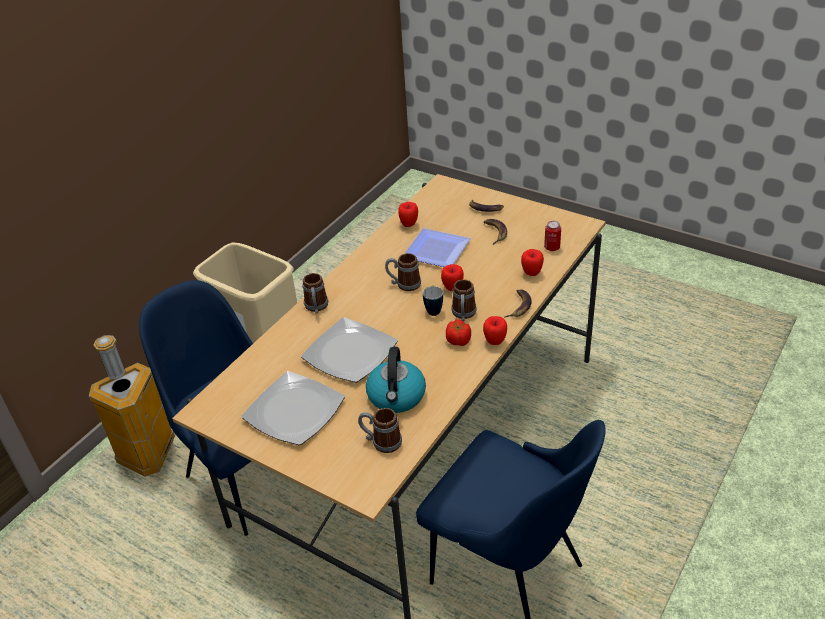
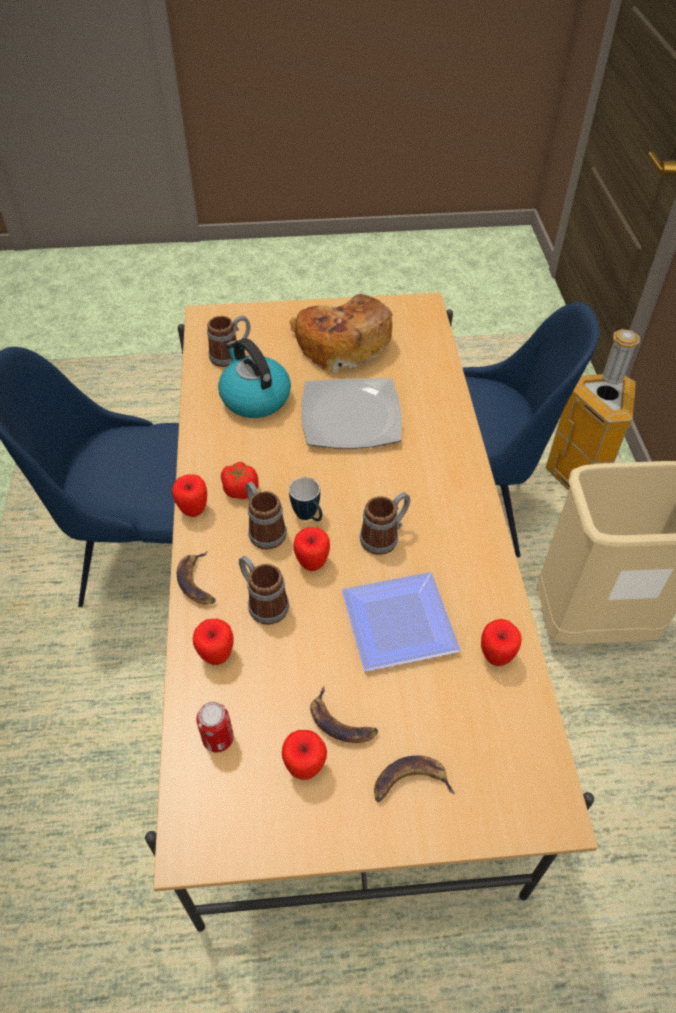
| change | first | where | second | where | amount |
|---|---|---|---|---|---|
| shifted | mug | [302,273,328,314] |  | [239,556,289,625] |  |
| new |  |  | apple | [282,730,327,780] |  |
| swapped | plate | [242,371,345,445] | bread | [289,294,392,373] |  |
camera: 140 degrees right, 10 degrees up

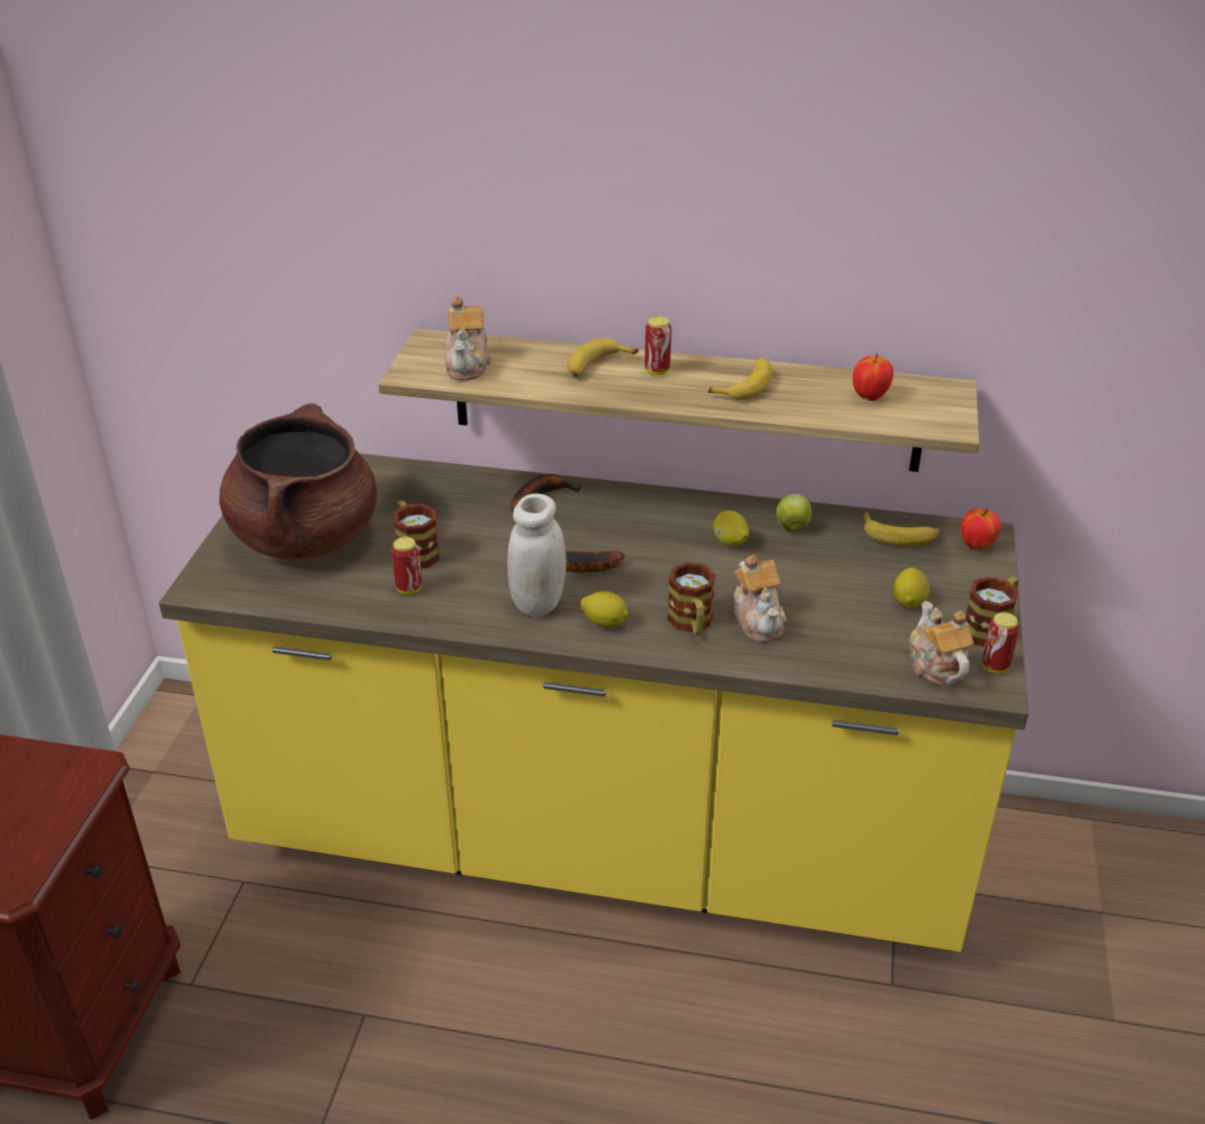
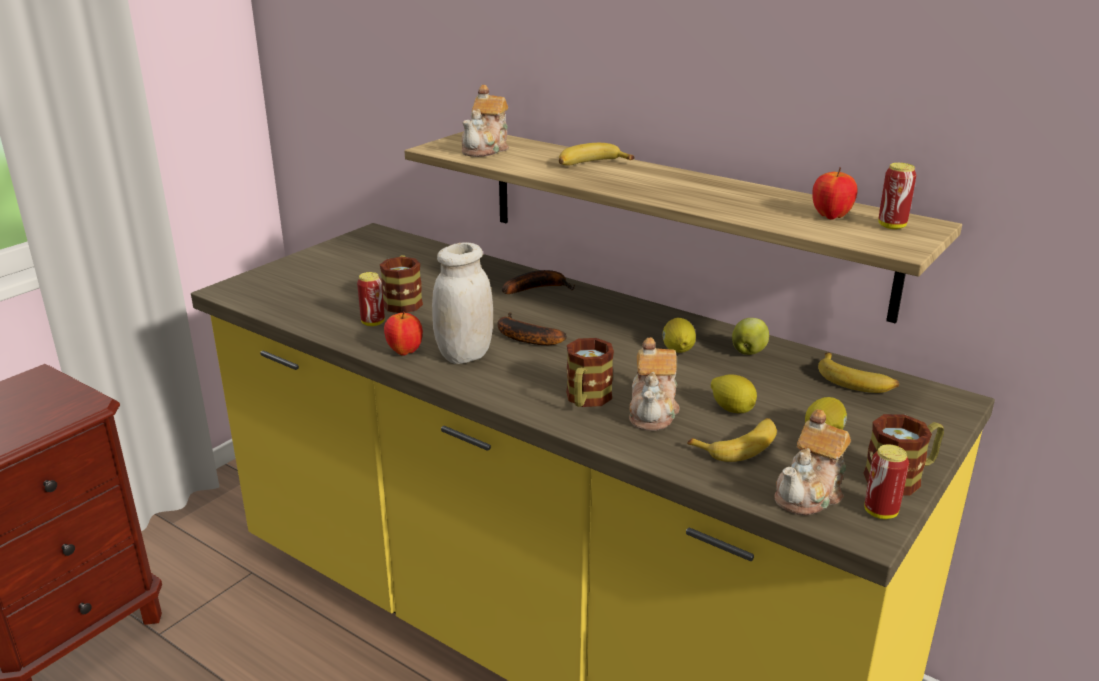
| change | first | where | second | where | amount |
|---|---|---|---|---|---|
| shifted | apple | [961,508,1001,551] |  | [384,312,423,356] |  |
| shifted | banana | [708,357,772,400] |  | [687,418,777,462] |  |
| shifted | lemon | [581,591,628,628] |  | [711,374,757,413] |  |
| rotated | teapot | [909,601,974,685] |  | [775,409,851,516] | 150 degrees counterclockwise |
| shifted | can | [645,316,672,375] |  | [878,163,916,229] |  |
| gone | brown cooking pot | [219,403,377,560] |  |  |  |
camera: 25 degrees right, 10 degrees down

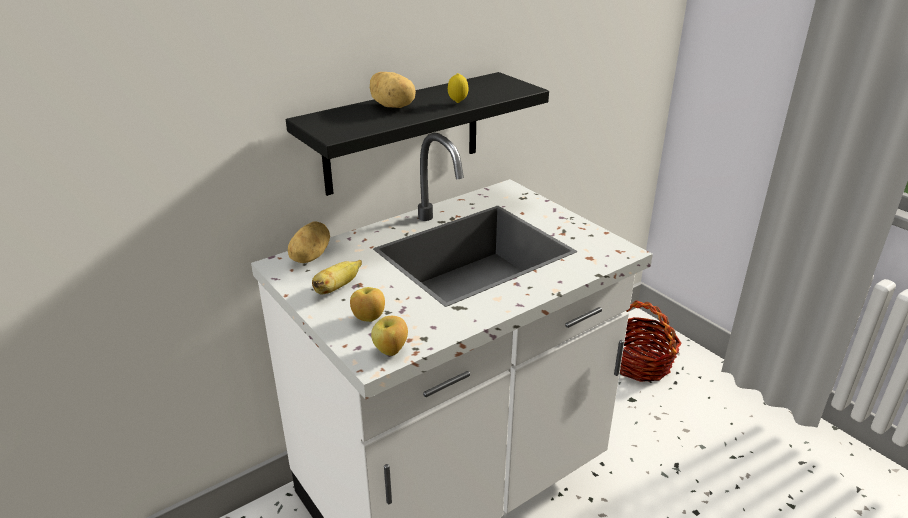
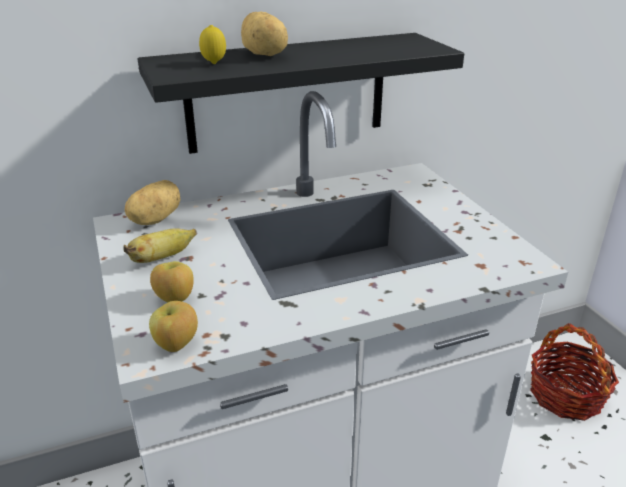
| change | first | where | second | where | amount |
|---|---|---|---|---|---|
| shifted | lemon | [448,73,468,103] |  | [199,25,226,64] |  |
camera: 15 degrees right, 0 degrees up

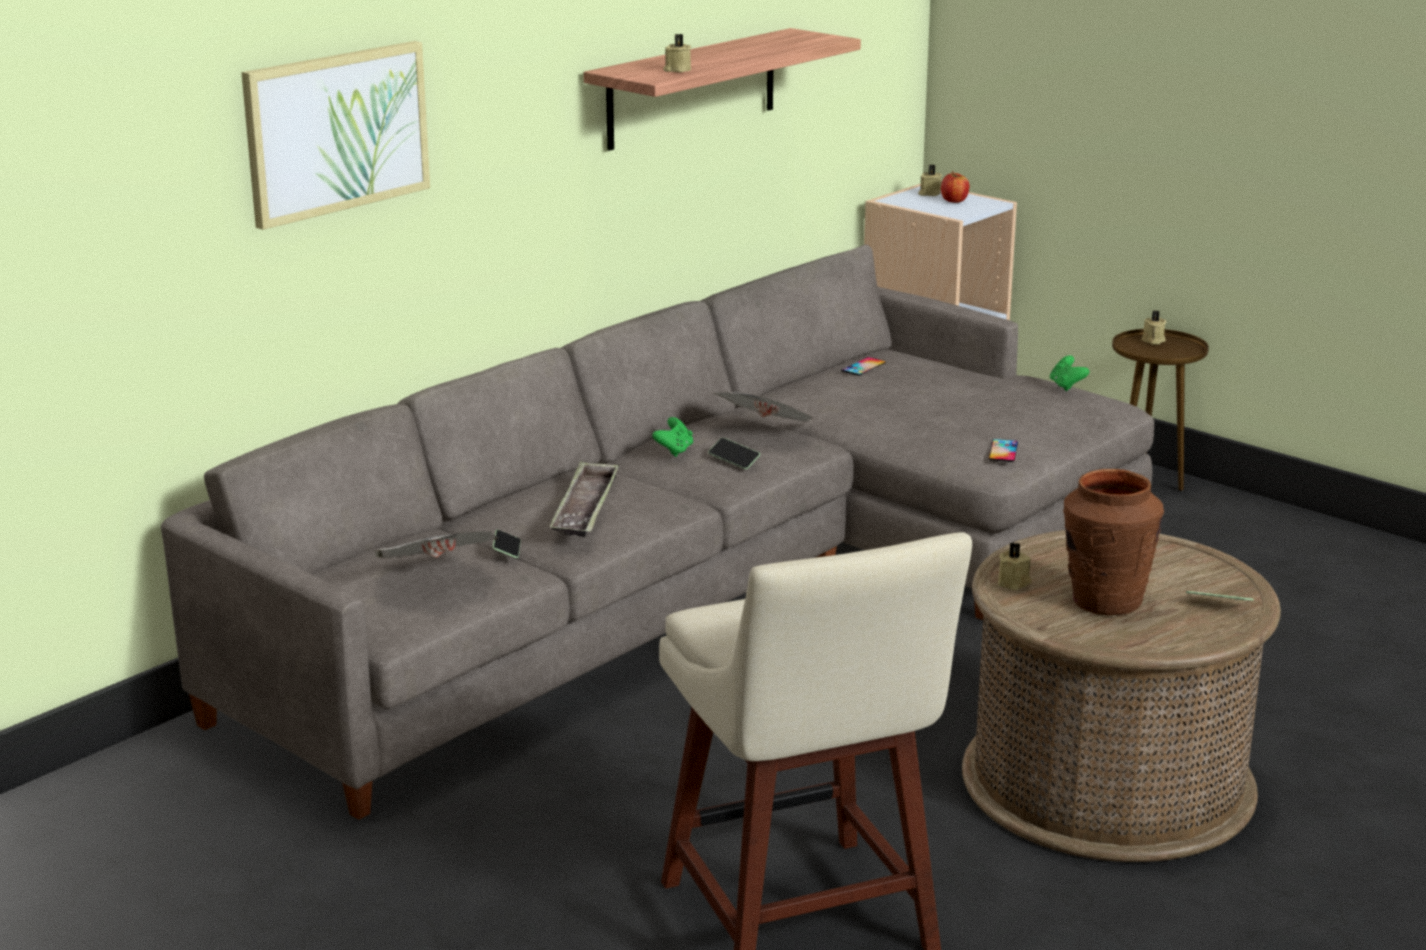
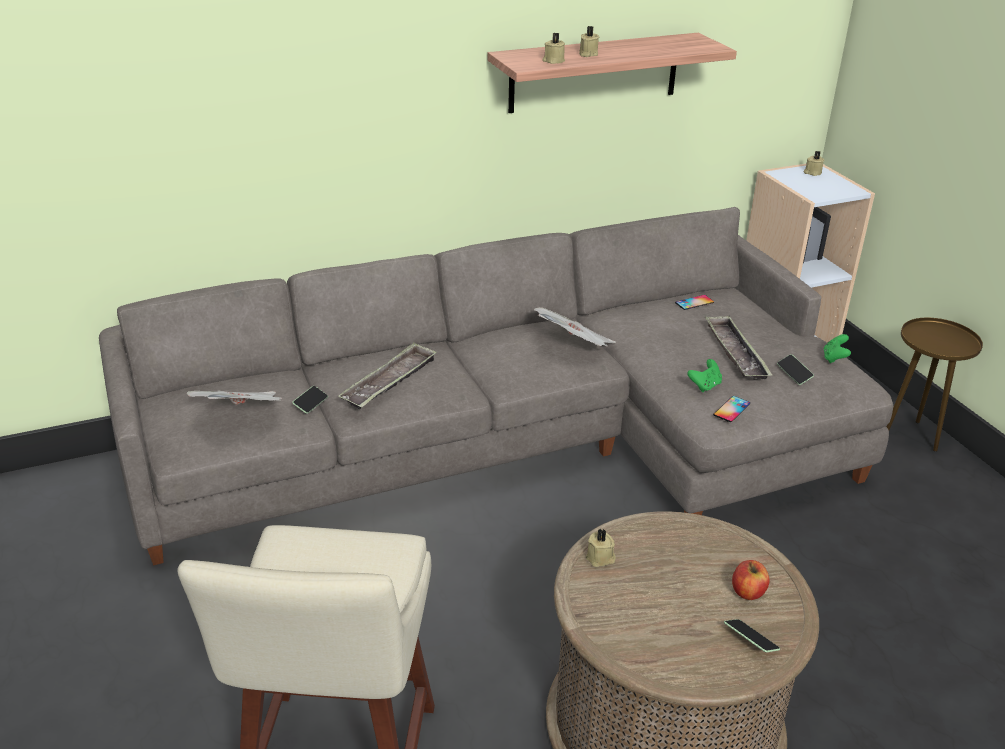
| change | first | where | second | where | amount |
|---|---|---|---|---|---|
| shifted | beige candle | [1141,310,1167,345] |  | [579,26,599,57] |  |
| shifted | green game controller | [652,417,693,457] |  | [687,359,722,392] |  |
| new |  |  | tray | [705,316,773,379] |  |
| shifted | apple | [941,171,969,203] |  | [732,560,770,600] |  |
| shifted | phone | [708,438,760,469] |  | [777,354,814,385] |  |
| gone | picture | [241,41,430,230] |  |  |  |
| gone | brown vase | [1063,469,1164,616] |  |  |  |
camera: 25 degrees right, 10 degrees up

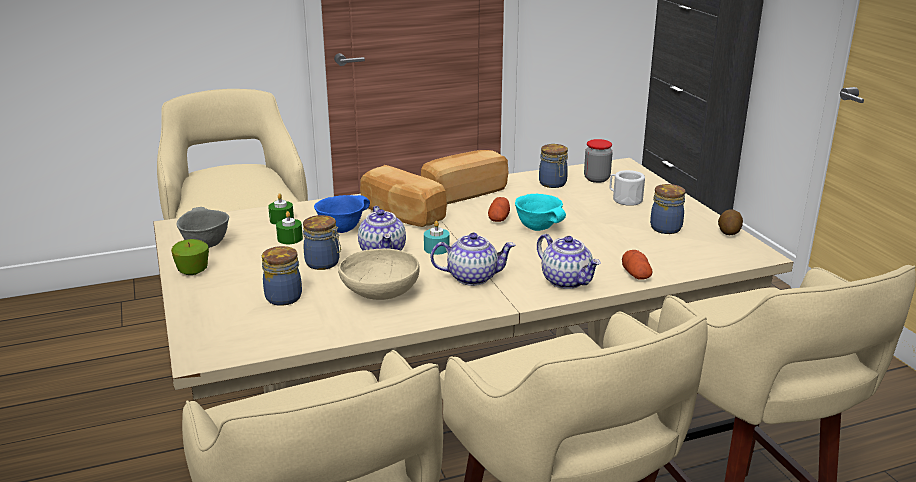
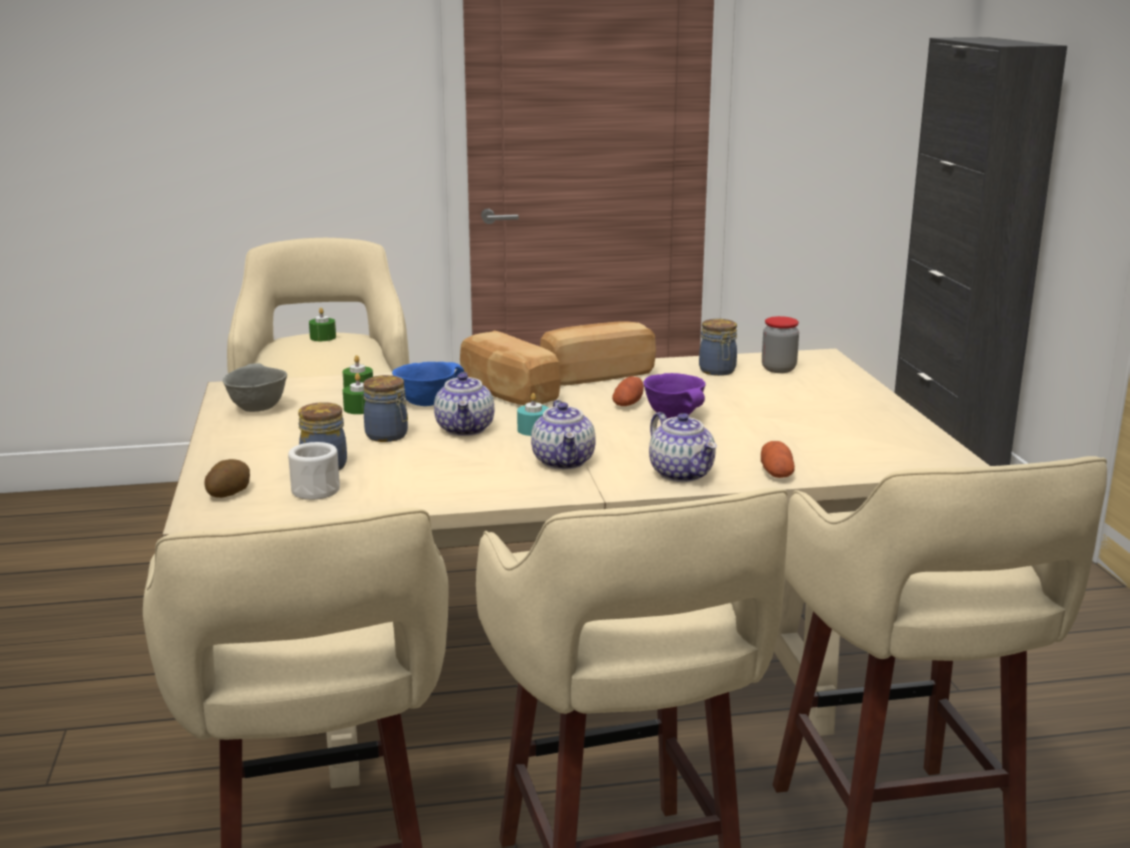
| change | first | where | second | where | amount |
|---|---|---|---|---|---|
| shifted | potato | [718,209,743,235] |  | [204,459,250,498] |  |
| shifted | white mug | [609,170,645,206] |  | [288,442,340,500] |  |
| new |  |  | green candle | [309,308,336,341] |  |
| rotated | teapot | [430,233,515,286] |  | [531,400,596,470] | 75 degrees clockwise |
| repainted | turquoise bowl | [515,194,566,231] | purple bowl | [643,373,706,419] |  |
| gone | apple | [171,239,209,275] |  |  |  |
| gone | beige bowl | [338,249,420,300] |  |  |  |
| gone | jar | [650,184,686,234] |  |  |  |
camera: 10 degrees right, 5 degrees down

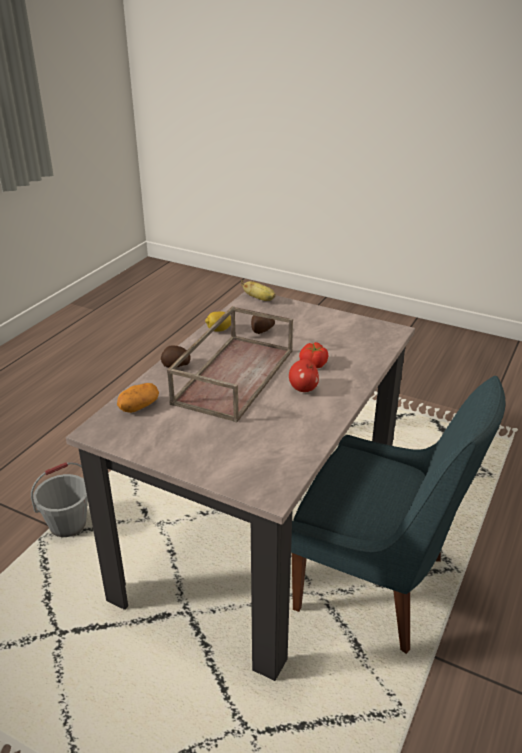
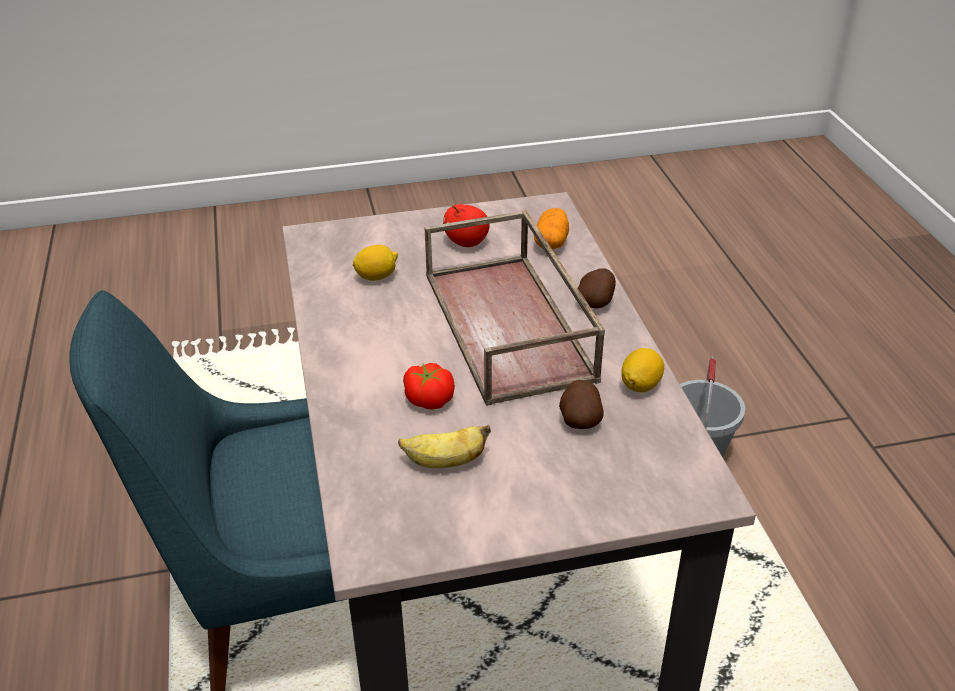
| change | first | where | second | where | amount |
|---|---|---|---|---|---|
| new |  |  | lemon | [353,245,398,281] |  |
| shifted | banana | [241,280,276,301] |  | [398,425,491,468] |  |
| shifted | apple | [289,359,319,392] |  | [443,204,490,247] |  |
camera: 140 degrees right, 5 degrees up

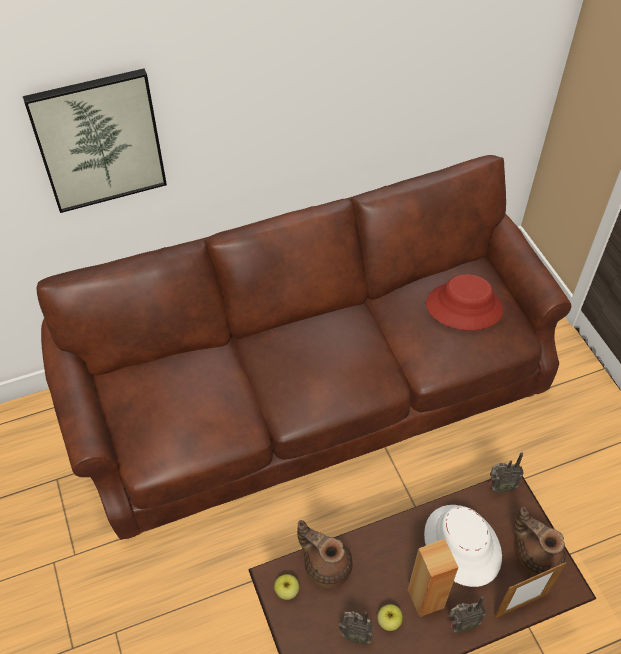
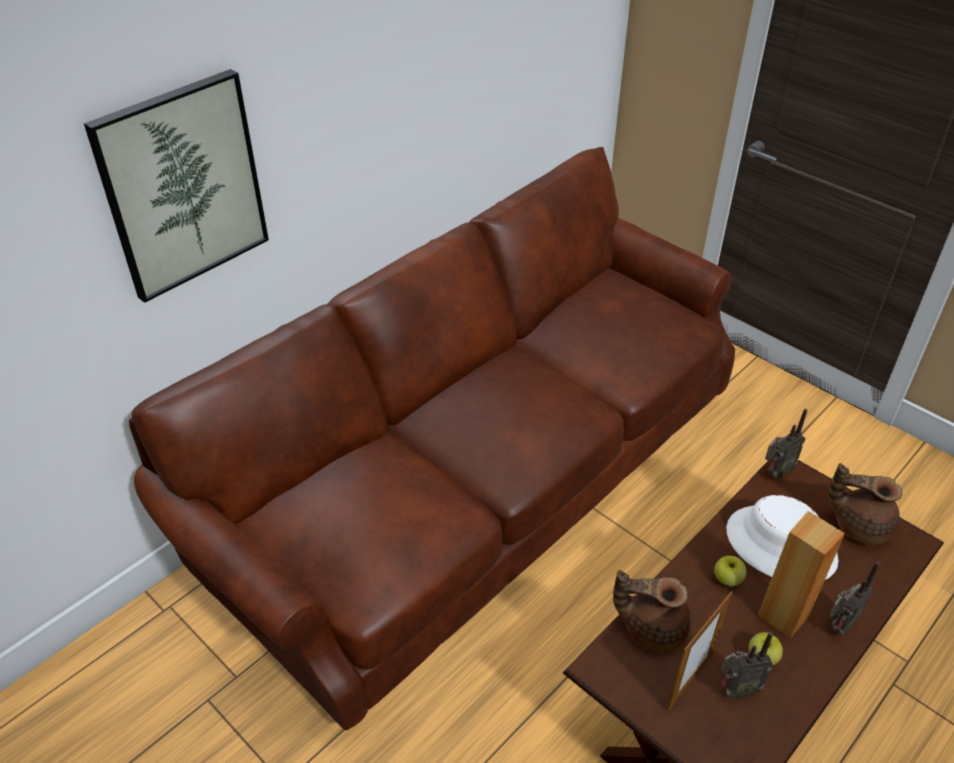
| change | first | where | second | where | amount |
|---|---|---|---|---|---|
| shifted | picture frame | [494,562,566,619] |  | [667,591,732,711] |  |
| shifted | apple | [274,574,299,600] |  | [714,556,746,586] |  |
| gone | red hat | [426,274,503,330] |  |  |  |
camera: 25 degrees left, 10 degrees down

